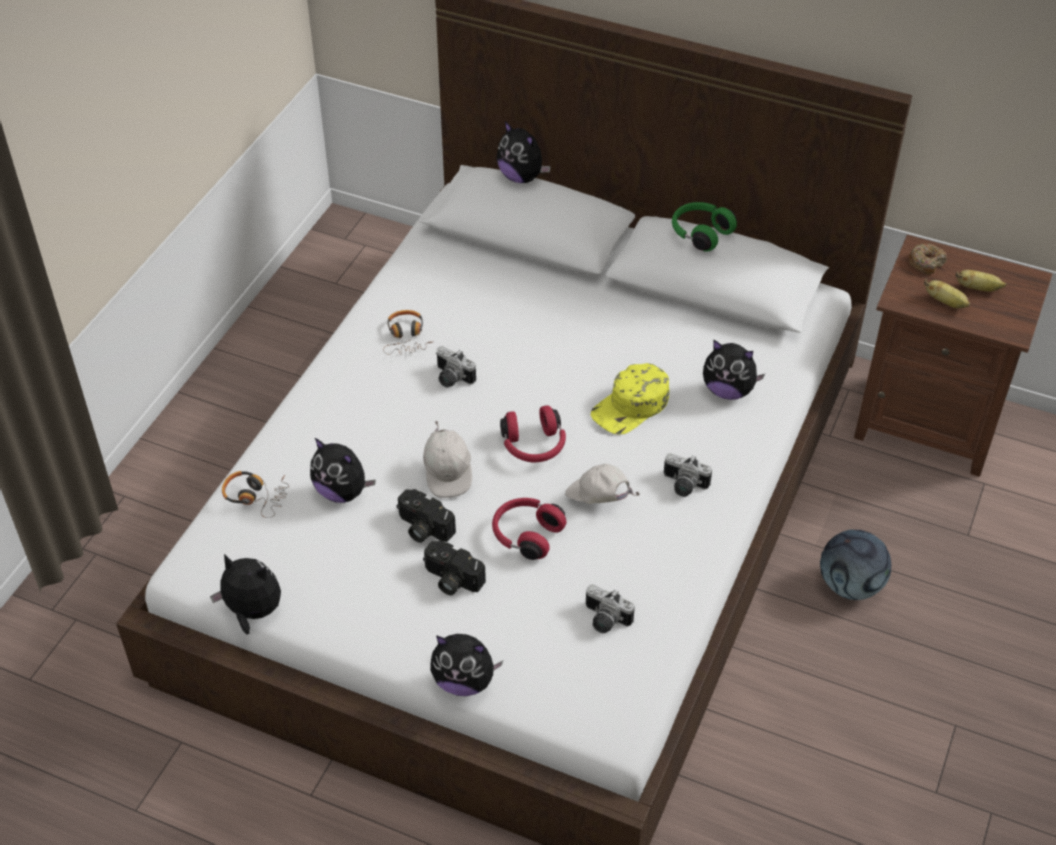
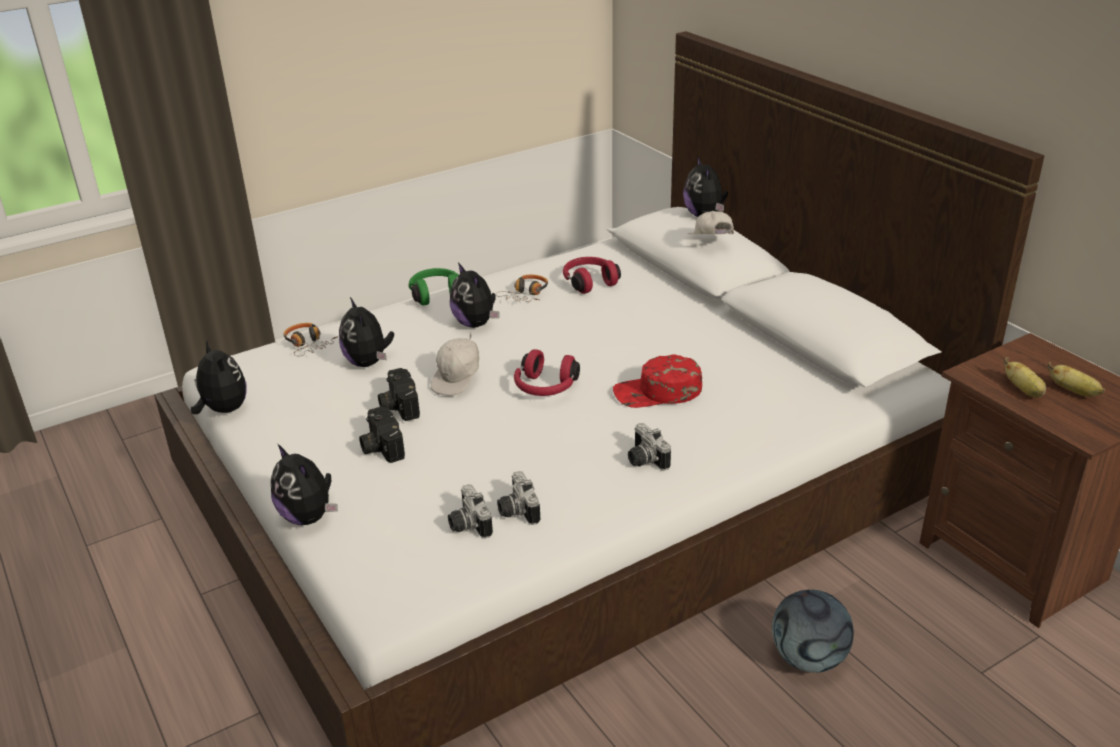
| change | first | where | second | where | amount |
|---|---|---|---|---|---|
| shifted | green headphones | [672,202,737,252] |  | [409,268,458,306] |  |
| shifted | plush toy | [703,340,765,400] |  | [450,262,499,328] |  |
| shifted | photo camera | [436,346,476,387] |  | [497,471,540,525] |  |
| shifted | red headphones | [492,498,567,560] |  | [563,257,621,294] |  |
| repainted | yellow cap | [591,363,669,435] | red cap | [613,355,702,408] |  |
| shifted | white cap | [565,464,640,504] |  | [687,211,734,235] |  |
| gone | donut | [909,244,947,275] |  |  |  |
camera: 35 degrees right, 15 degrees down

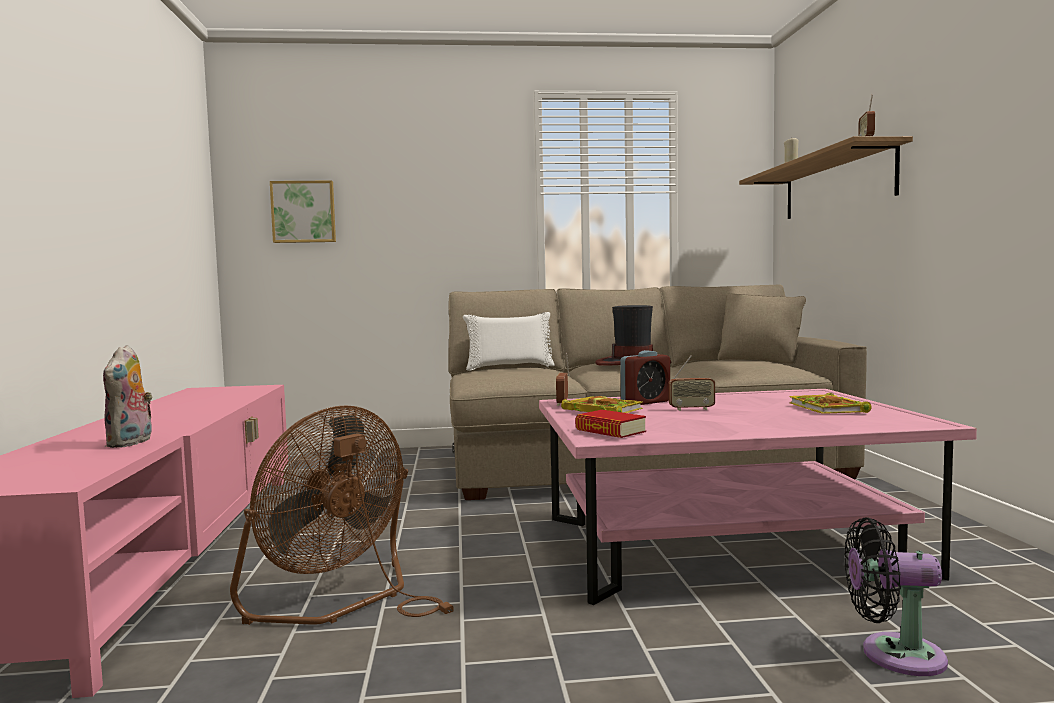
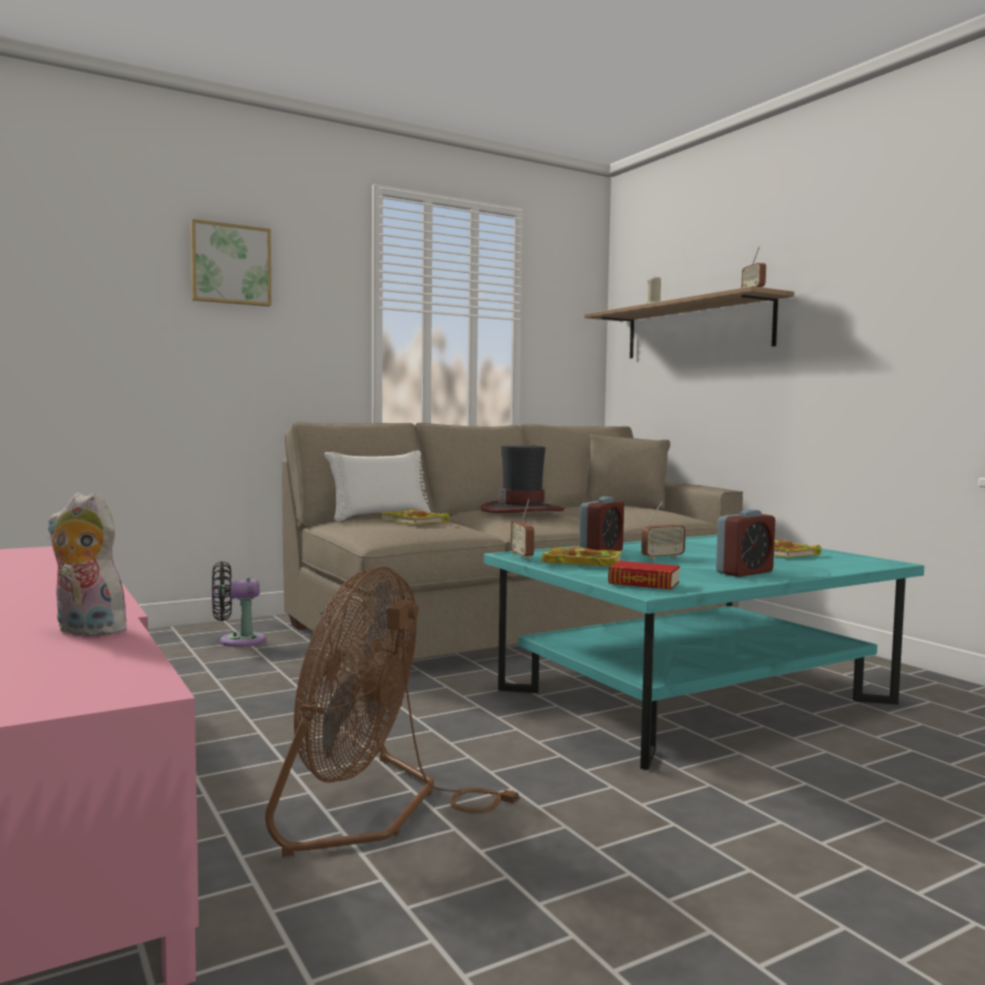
| change | first | where | second | where | amount |
|---|---|---|---|---|---|
| rotated | plush toy | [103,345,153,448] |  | [47,493,130,636] | 135 degrees clockwise |
| shifted | picture | [270,180,336,243] |  | [190,219,271,306] |  |
| shifted | black fan | [844,517,948,676] |  | [212,561,266,647] |  |
| new |  |  | book | [380,508,450,524] |  |
| repainted | pink coffee table | [539,389,977,605] | turquoise coffee table | [484,535,924,770] |  |
| new |  |  | alarm clock | [716,509,775,577] |  |
camera: 25 degrees left, 0 degrees up

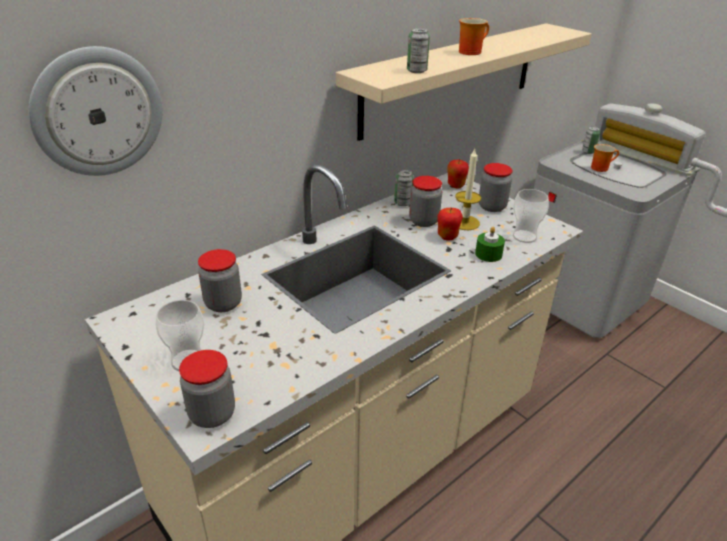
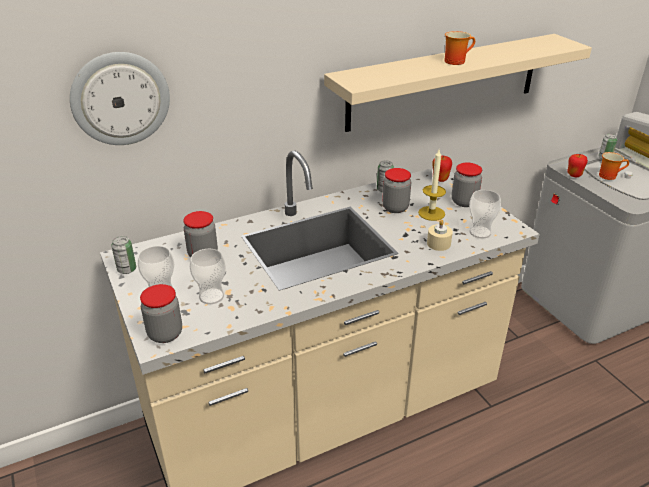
| change | first | where | second | where | amount |
|---|---|---|---|---|---|
| shifted | can | [407,28,430,73] |  | [111,236,136,274] |  |
| new |  |  | cup | [190,249,226,304] |  |
| repainted | green candle | [475,227,505,262] | beige candle | [427,220,453,251] |  |
| shifted | apple | [437,207,463,241] |  | [567,154,588,177] |  |
camera: 15 degrees right, 0 degrees up

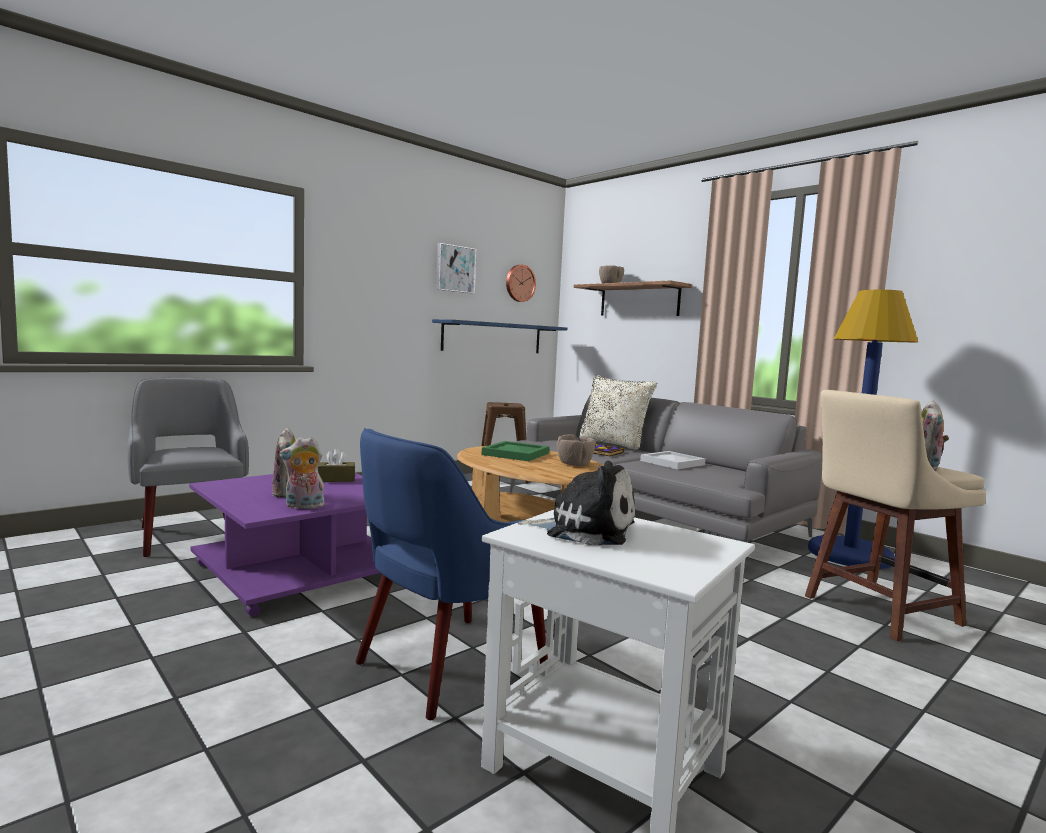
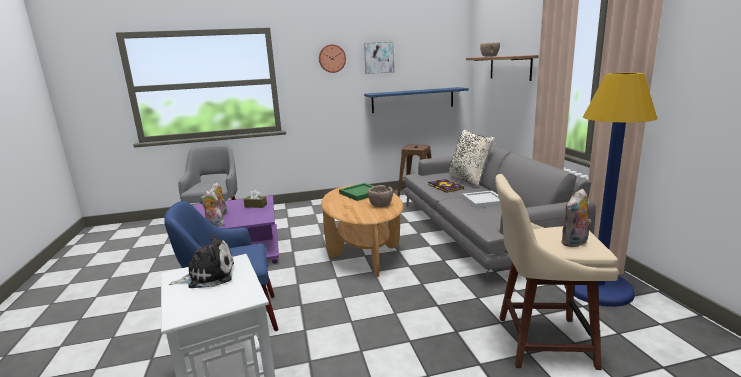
| change | first | where | second | where | amount |
|---|---|---|---|---|---|
| rotated | plush toy | [517,461,635,545] |  | [169,235,234,288] | 60 degrees counterclockwise |
| shifted | wall clock | [506,265,536,302] |  | [319,44,346,73] |  |
camera: 30 degrees right, 10 degrees up

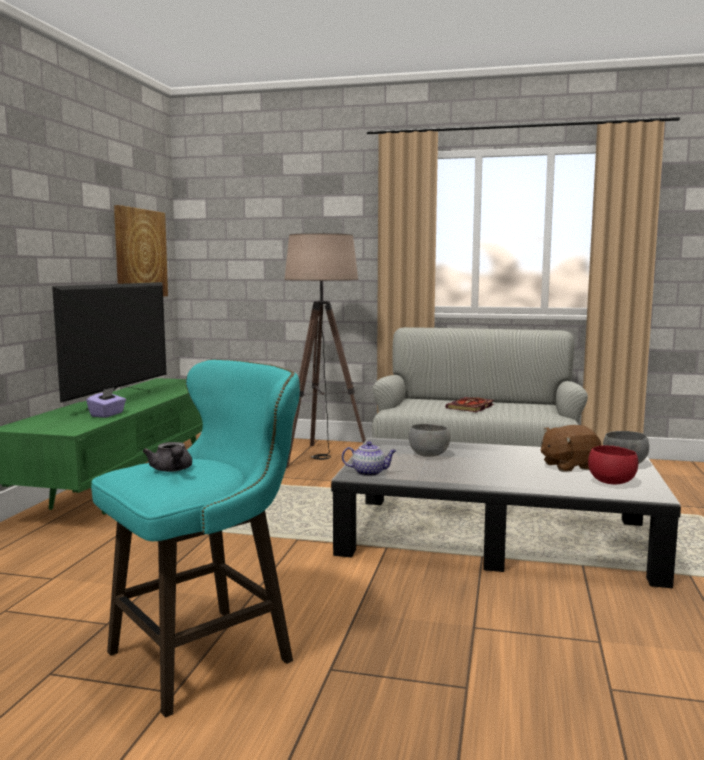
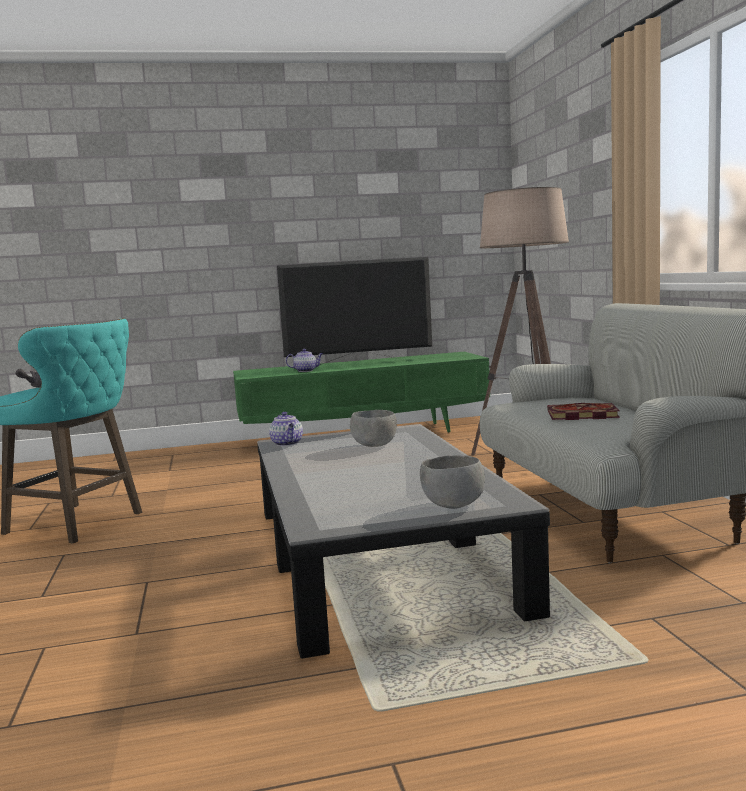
| change | first | where | second | where | amount |
|---|---|---|---|---|---|
| swapped | purple tissue box | [86,387,126,418] | teapot | [286,349,323,372] |  |
| gone | picture | [114,205,168,297] |  |  |  |
| gone | brown plush toy | [541,425,602,472] |  |  |  |
| gone | red bowl | [588,446,638,484] |  |  |  |
camera: 65 degrees right, 0 degrees up

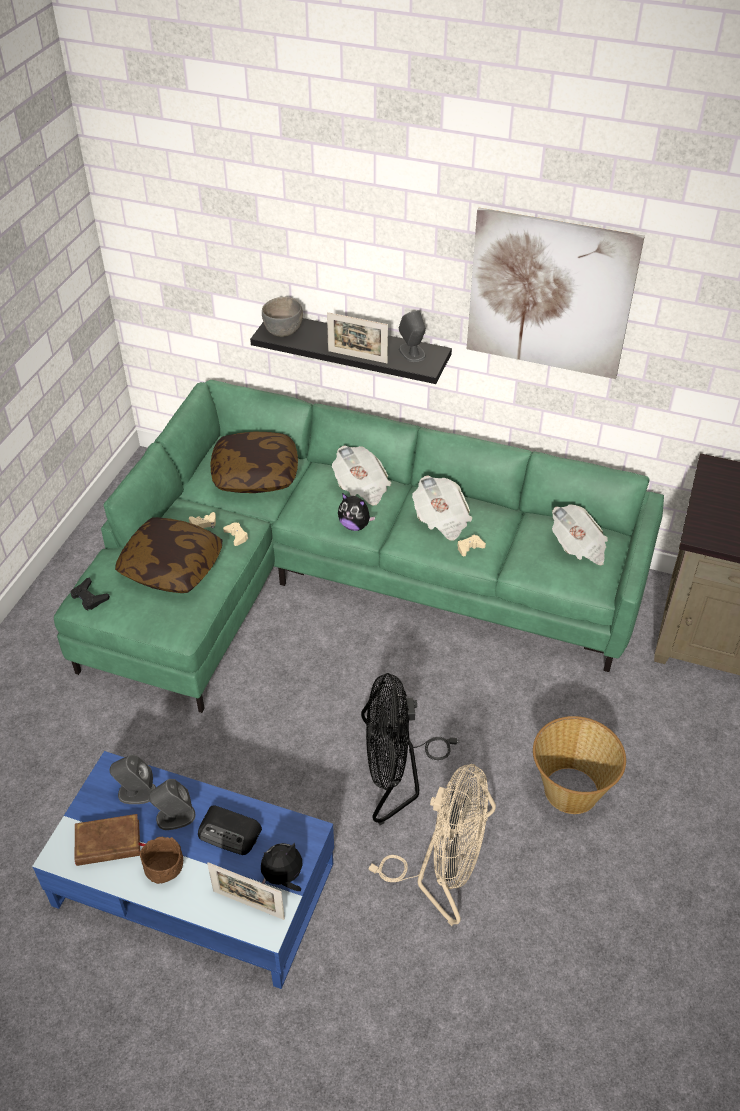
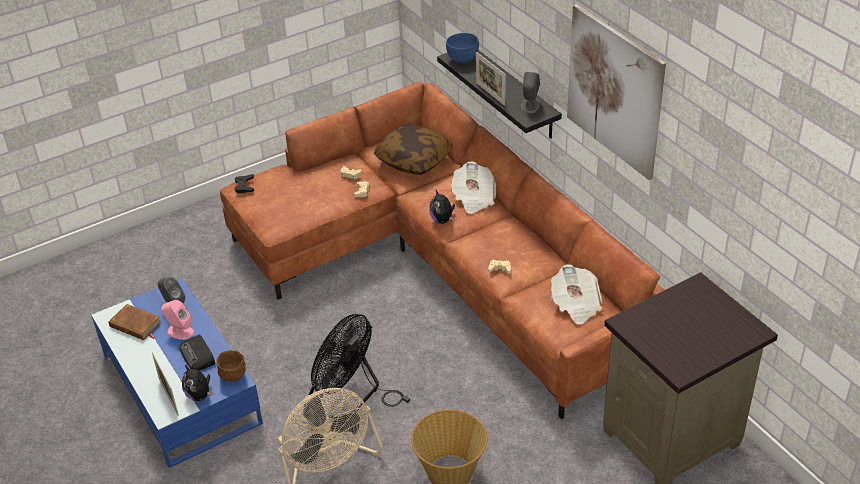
| change | first | where | second | where | amount |
|---|---|---|---|---|---|
| repainted | grey speaker | [149,779,195,830] | pink speaker | [161,300,194,340] |  |
| rotated | plush toy | [261,843,302,891] |  | [182,365,213,401] | 150 degrees counterclockwise |
| shifted | brown bowl | [140,837,183,884] |  | [216,350,246,382] |  |
| repainted | green sofa | [54,380,664,713] | brown sofa | [220,82,664,419] |  |
| repainted | grey bowl | [262,297,303,337] | blue bowl | [446,33,479,63] |  |
| gone | pillow | [115,517,222,593] |  |  |  |
| gone | newspaper | [412,476,472,541] |  |  |  |
camera: 40 degrees right, 5 degrees down

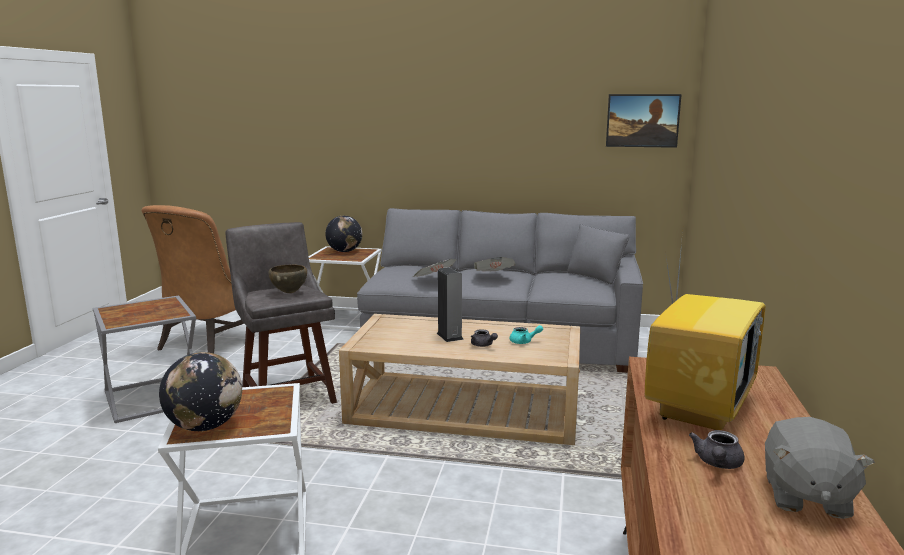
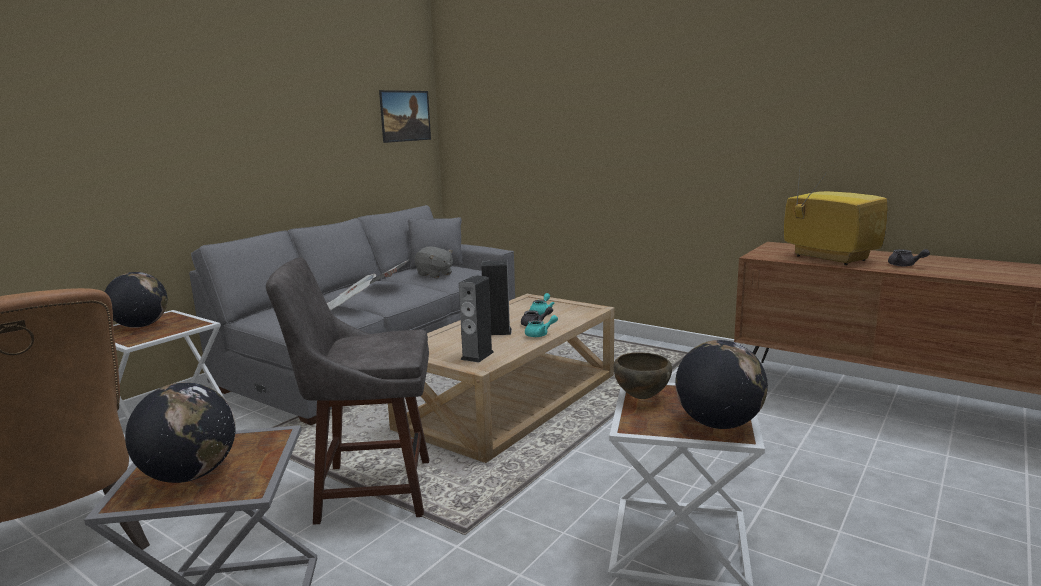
| change | first | where | second | where | amount |
|---|---|---|---|---|---|
| new |  |  | globe | [125,382,236,483] |  |
| shifted | grey plush toy | [765,417,875,519] |  | [415,247,453,278] |  |
| new |  |  | speaker | [459,275,494,362] |  |
| new |  |  | turquoise teapot | [525,315,558,337] |  |
| shifted | brown bowl | [268,264,307,293] |  | [613,352,672,399] |  |
camera: 65 degrees left, 0 degrees up

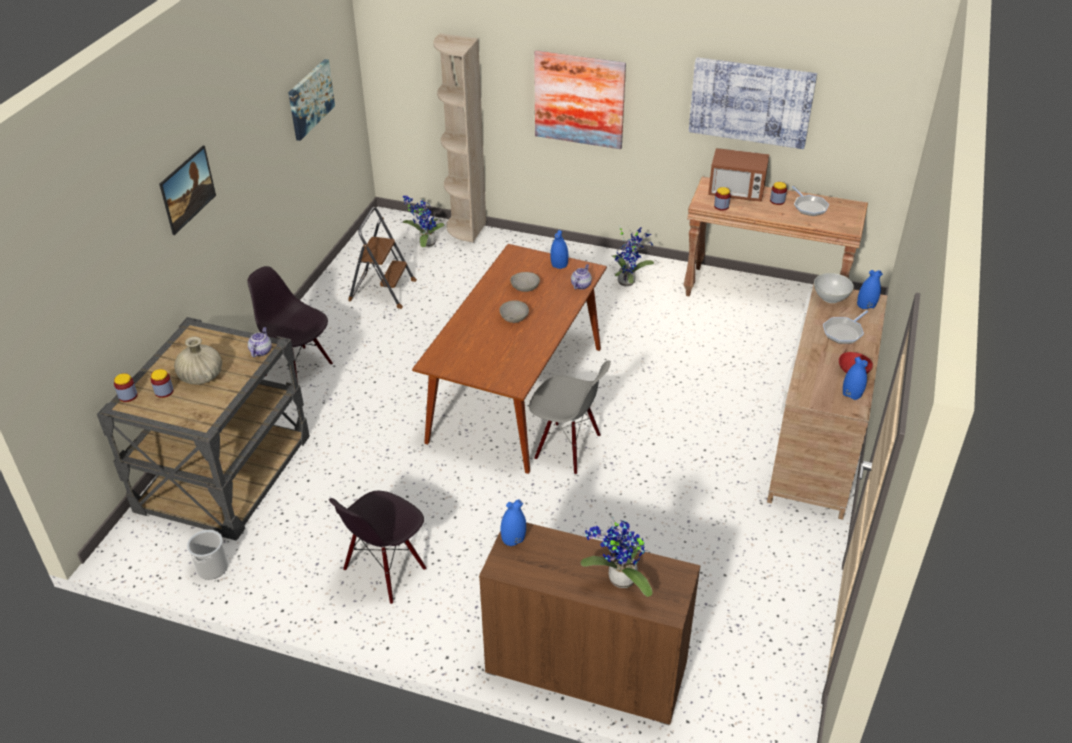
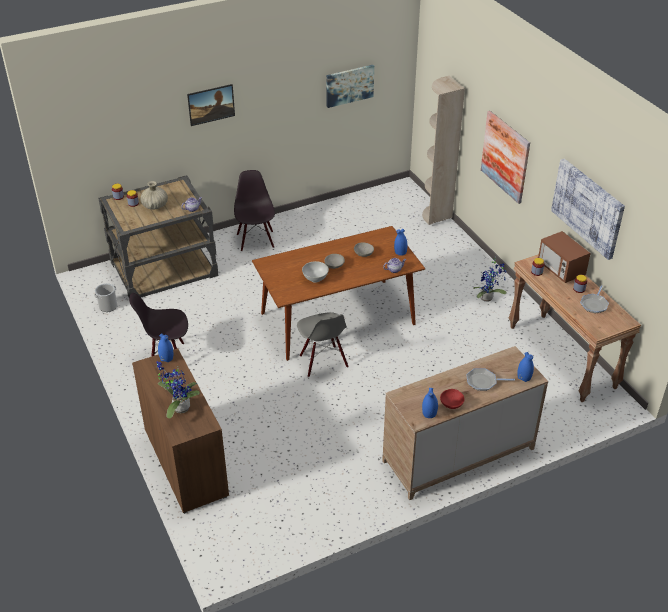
| change | first | where | second | where | amount |
|---|---|---|---|---|---|
| shifted | white bowl | [814,273,854,303] |  | [302,261,329,283] |  |
| gone | brown step ladder | [348,207,417,309] |  |  |  |
| gone | potted plant | [403,196,445,247] |  |  |  |
camera: 45 degrees right, 0 degrees up

